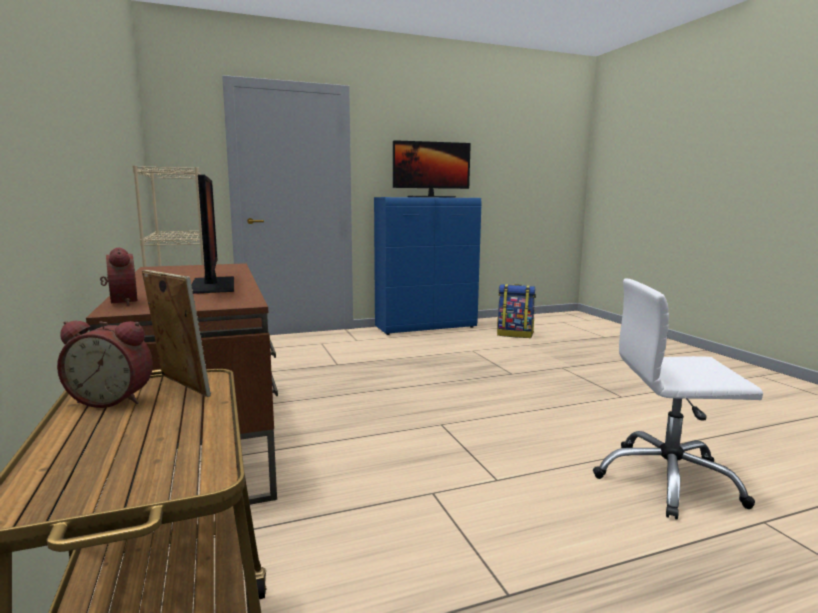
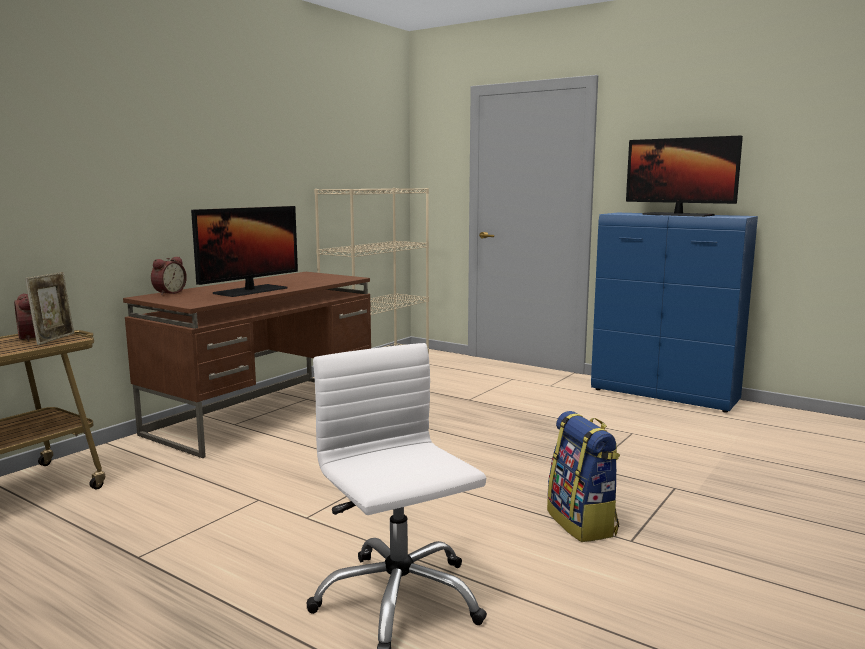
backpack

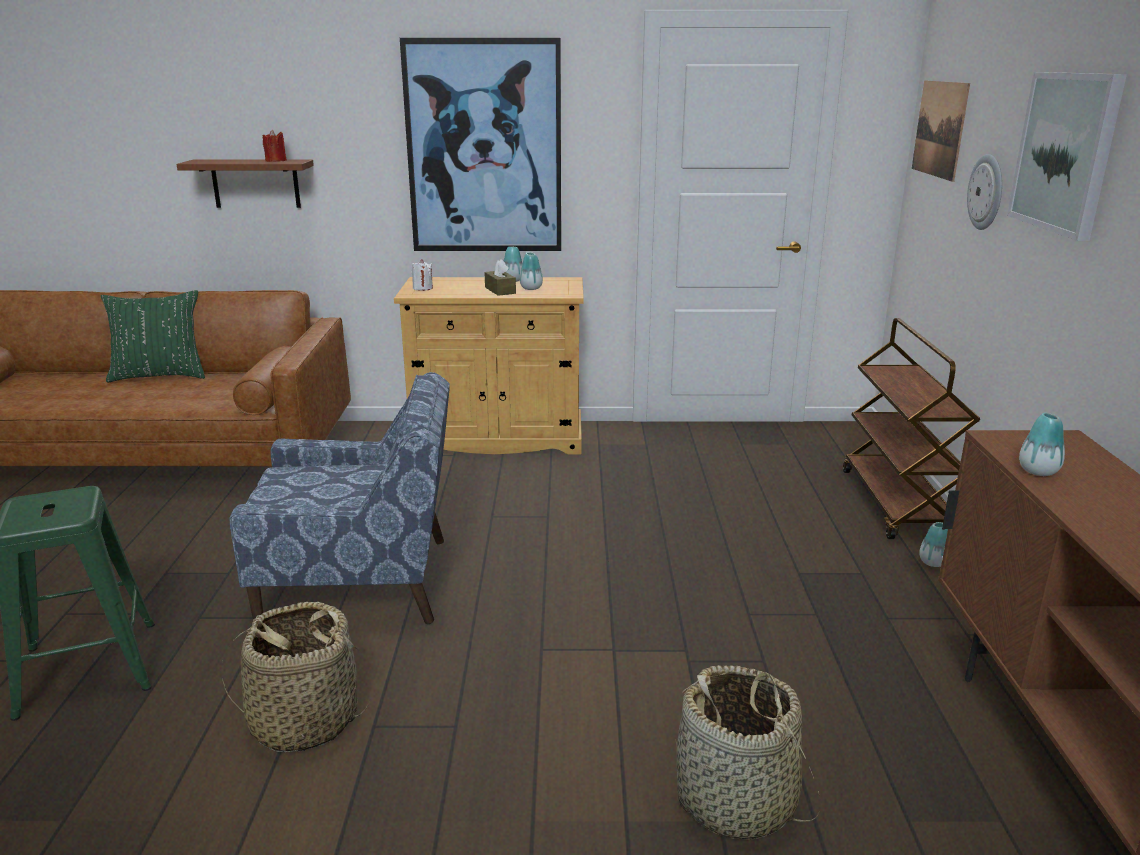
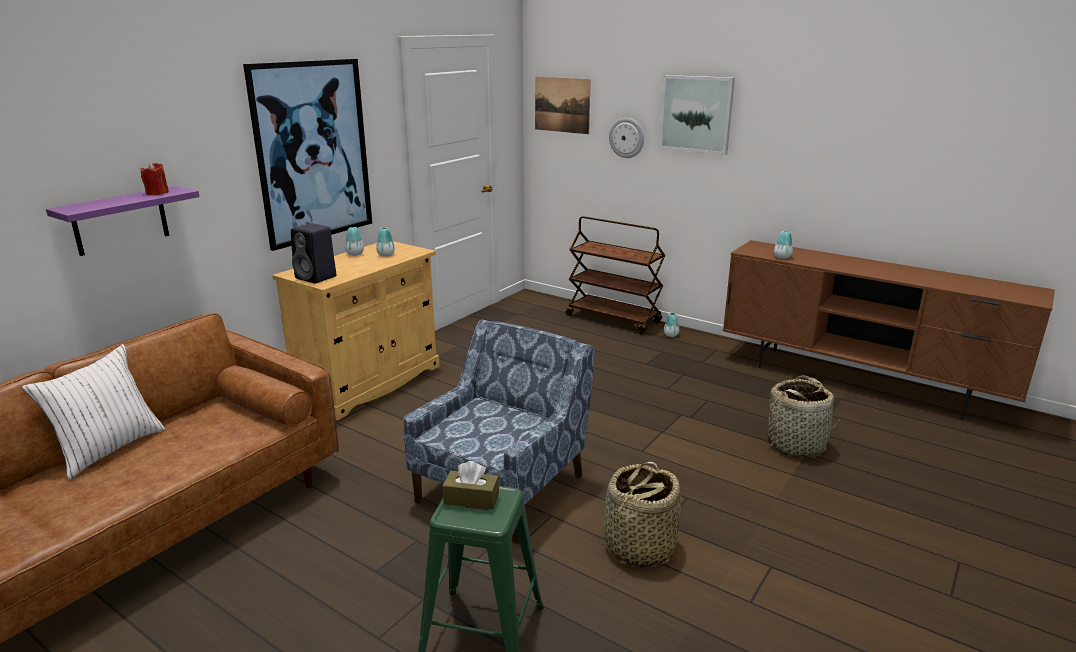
brown_tissue_holder; black-coloured_loudspeaker; whitish_cushion; purplish_shelf

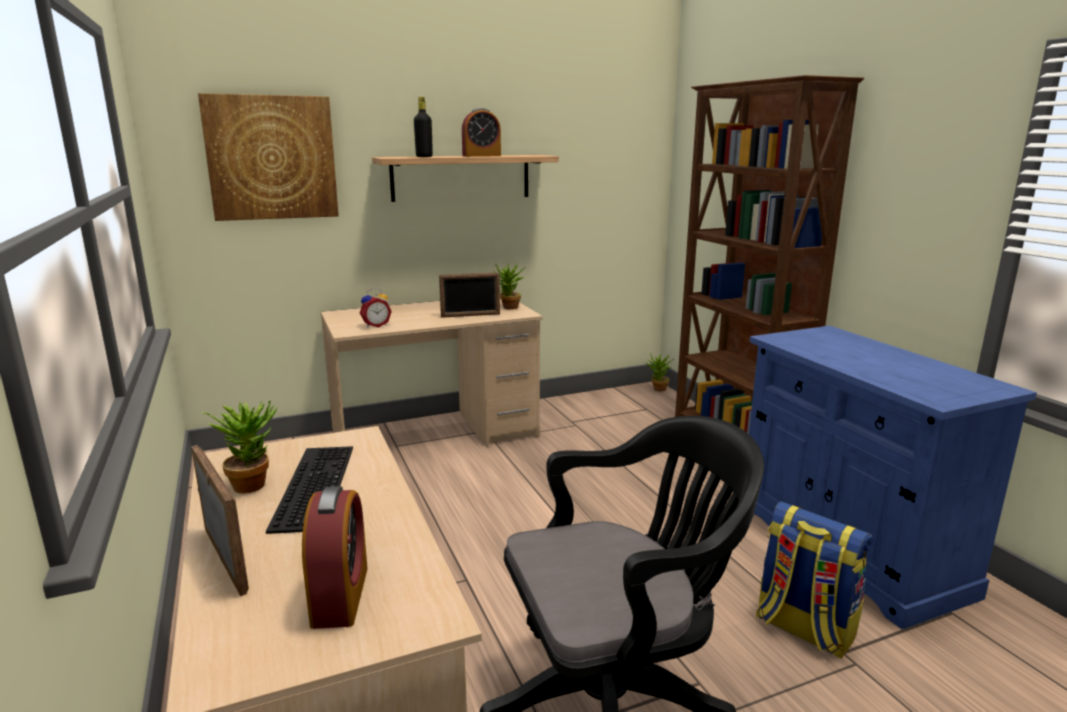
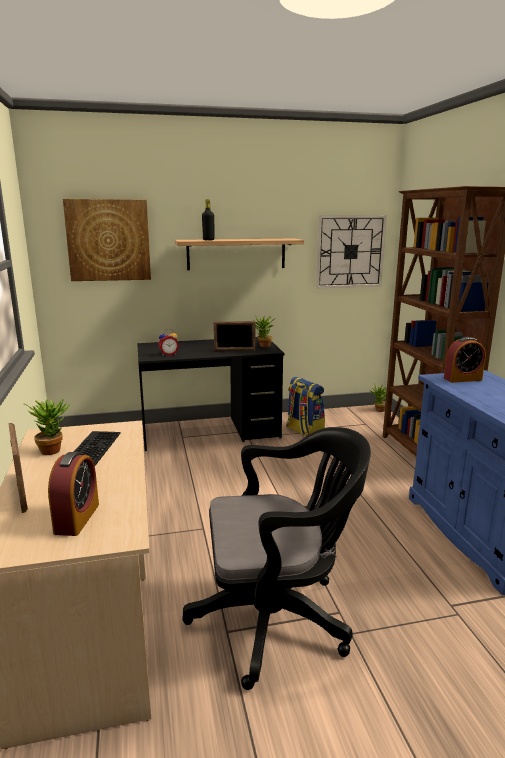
wall_clock; alarm_clock (3rd from left); backpack; black-coloured_desk_table

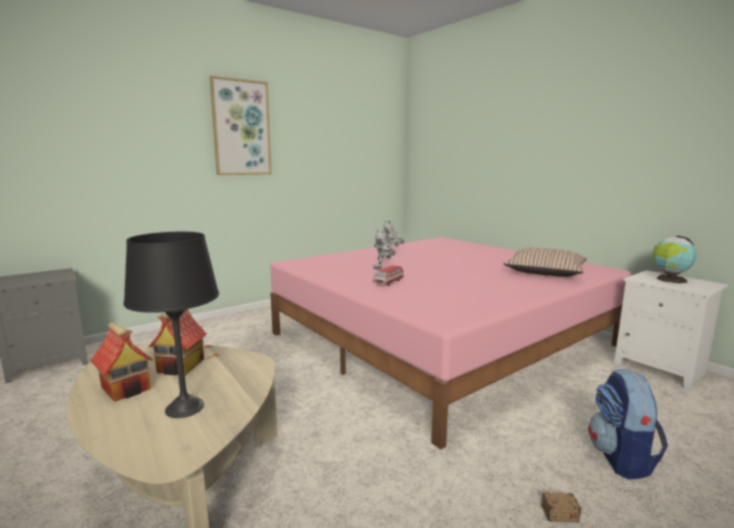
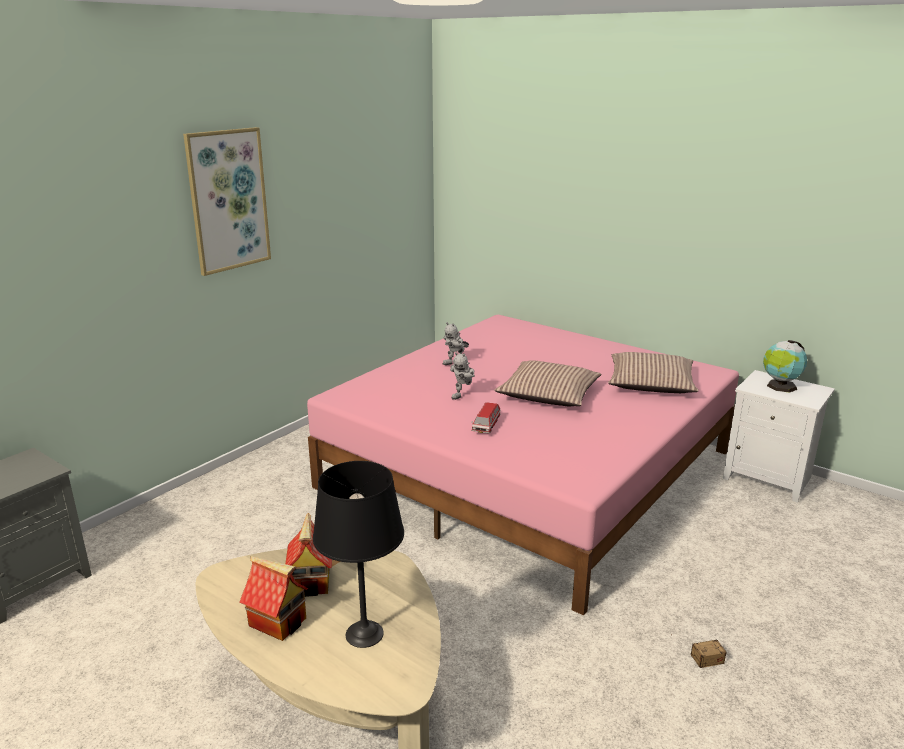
backpack; cushion (1st from left)

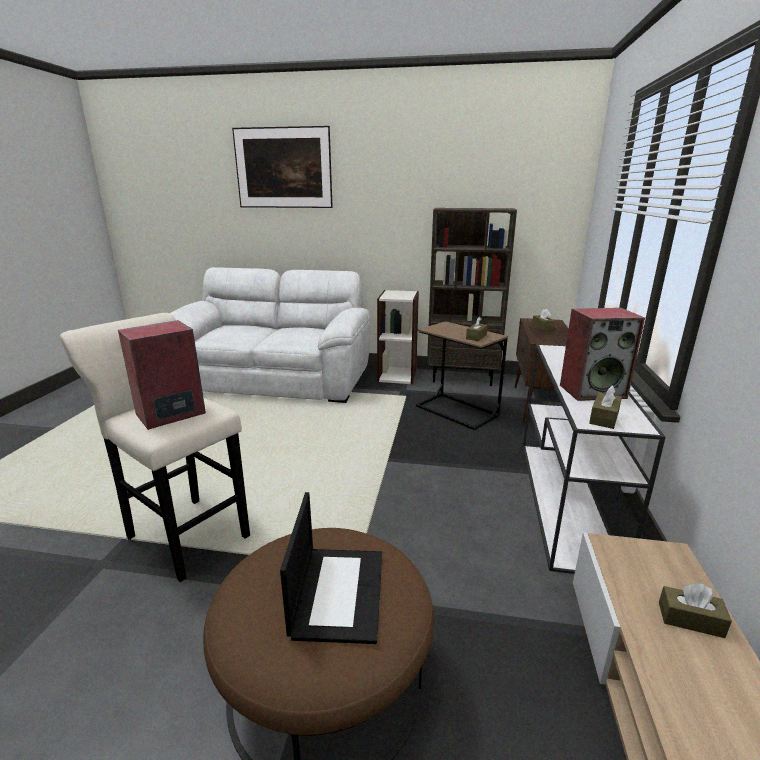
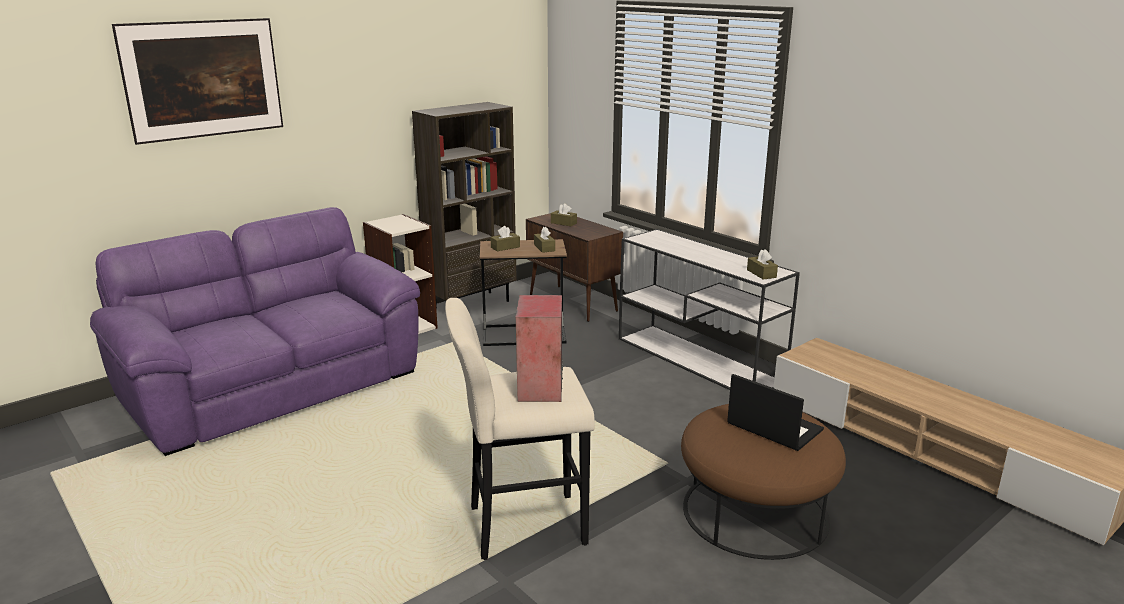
loudspeaker (2nd from left in the first image); brown_tissue_holder (1st from left); purplish_sofa

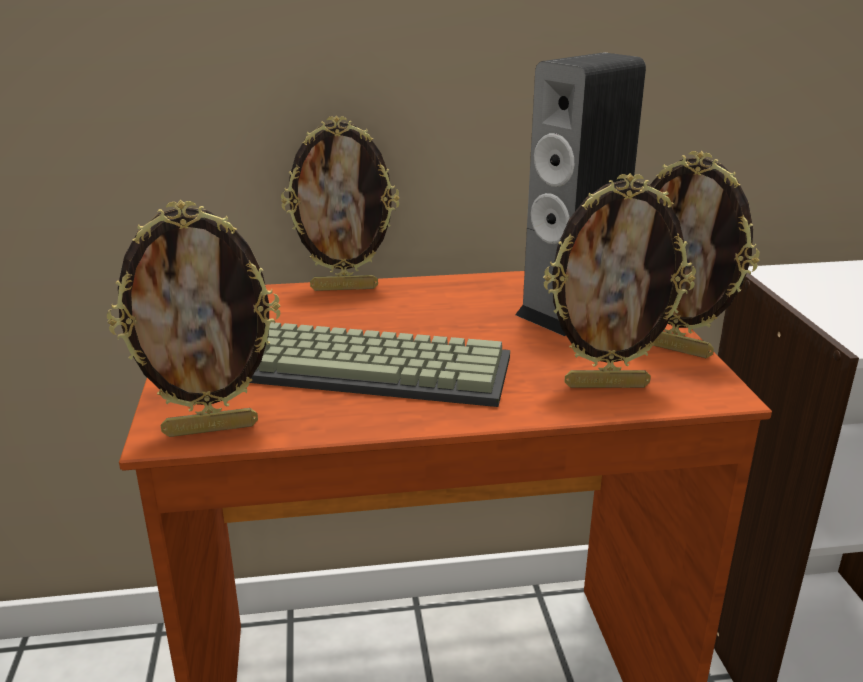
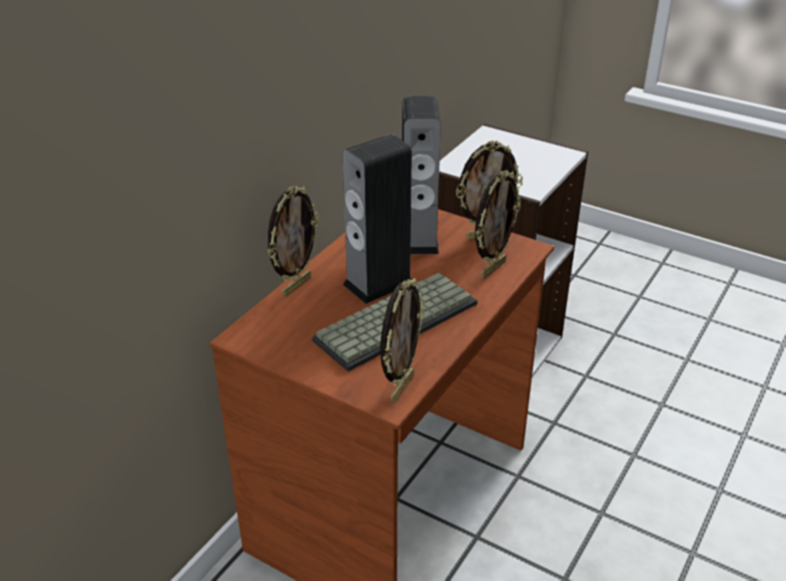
loudspeaker (1st from left)

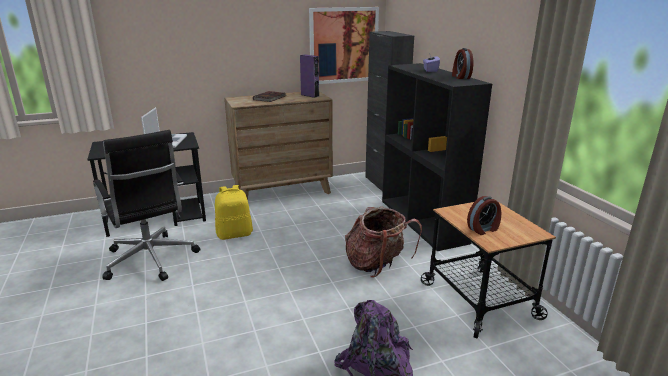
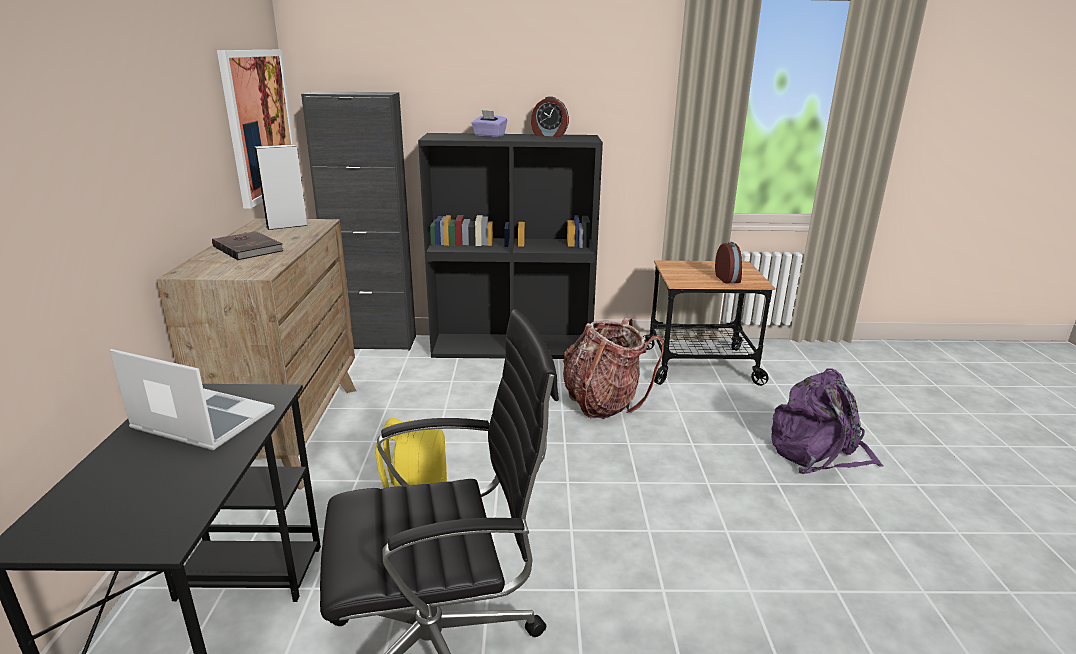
grey_loudspeaker

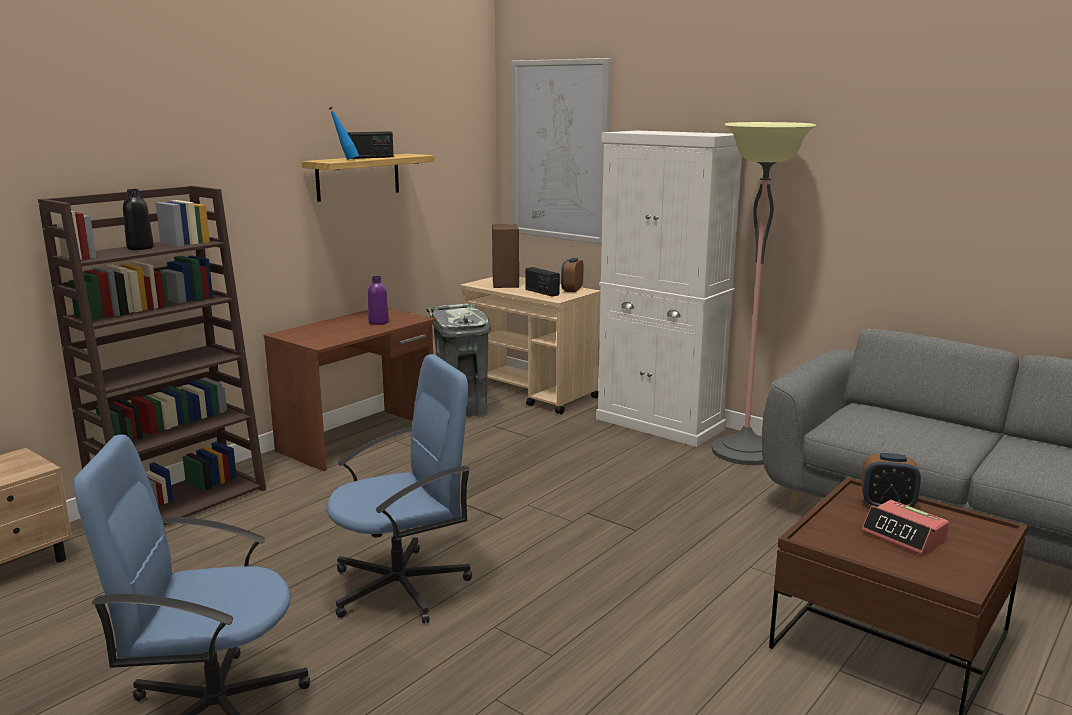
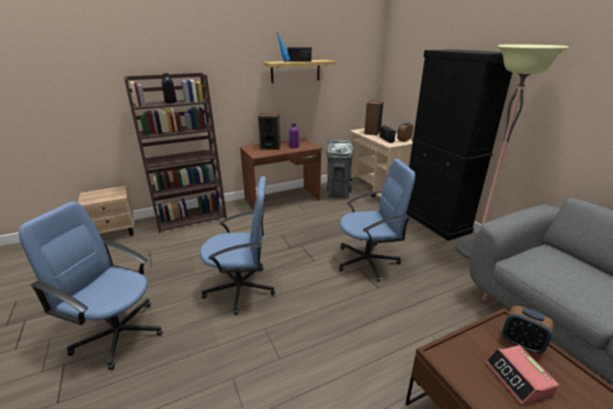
wall_picture; loudspeaker (1st from left); blue_office_chair (3rd from left); black-coloured_storage_cabinet

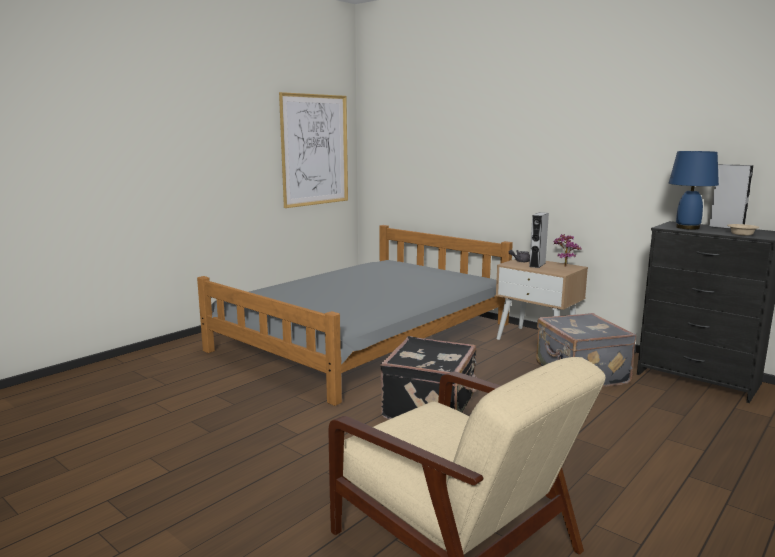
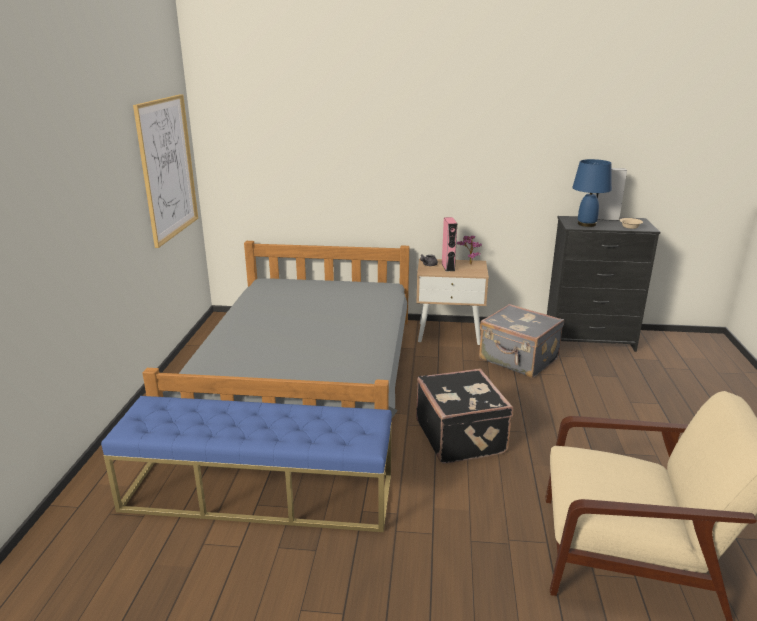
blue_long_seat; pink-coloured_loudspeaker

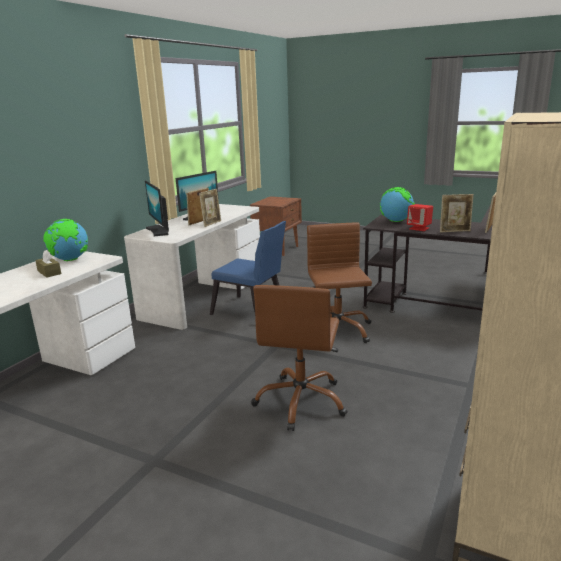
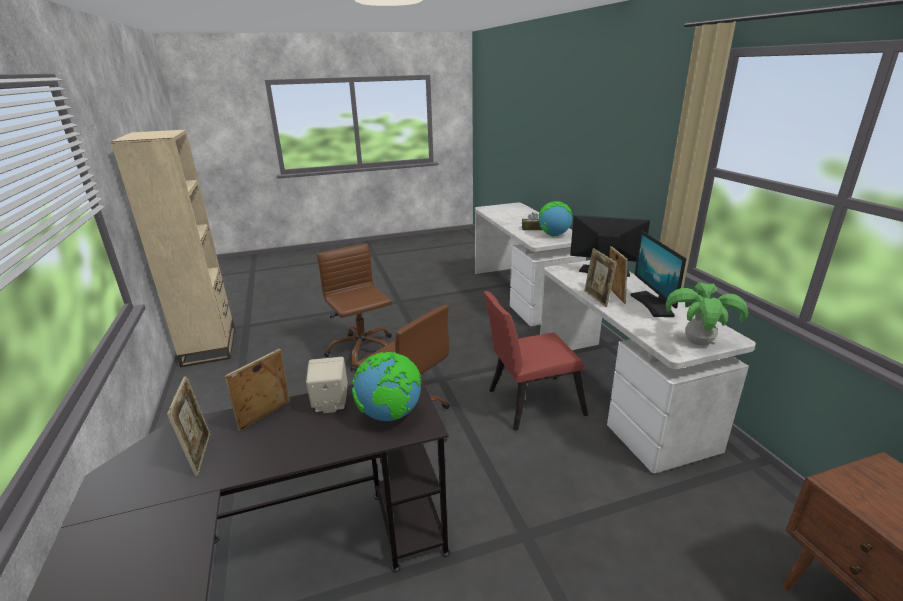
potted_plant; reddish_chair; beige_loudspeaker

